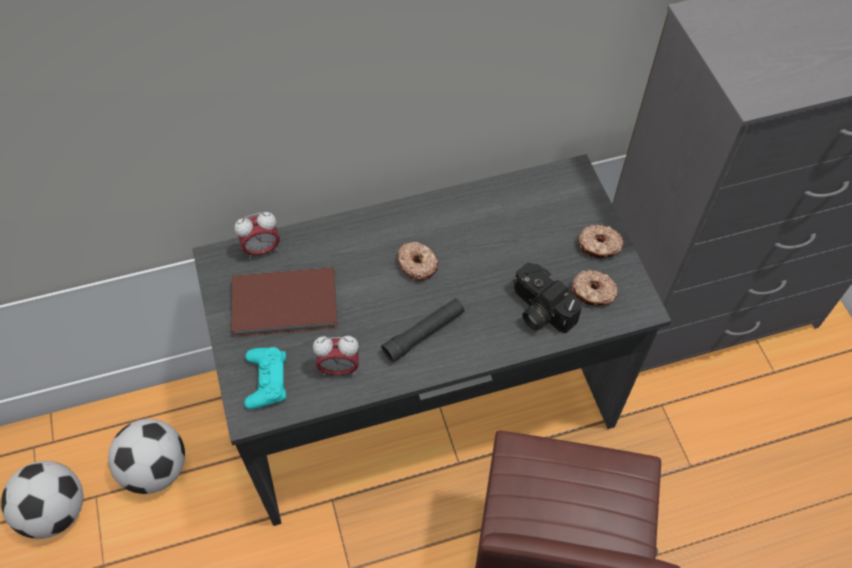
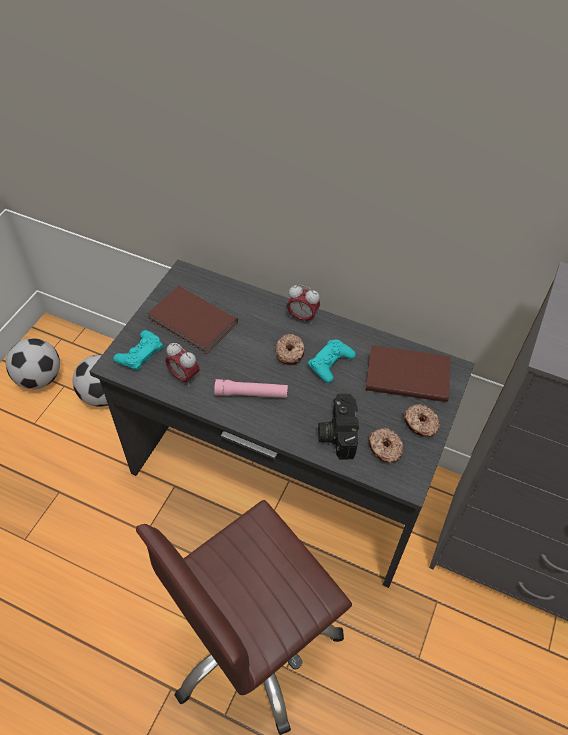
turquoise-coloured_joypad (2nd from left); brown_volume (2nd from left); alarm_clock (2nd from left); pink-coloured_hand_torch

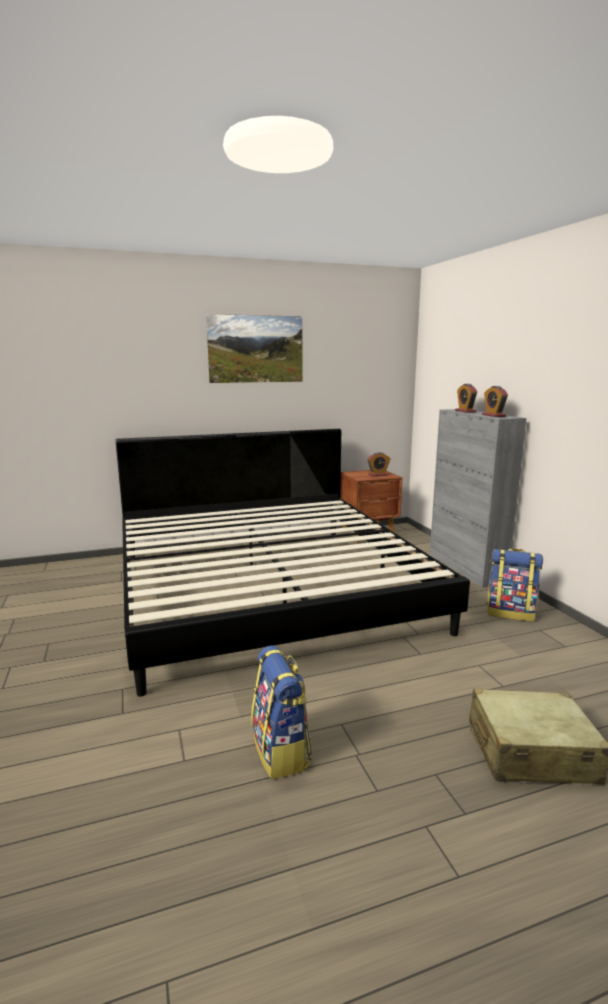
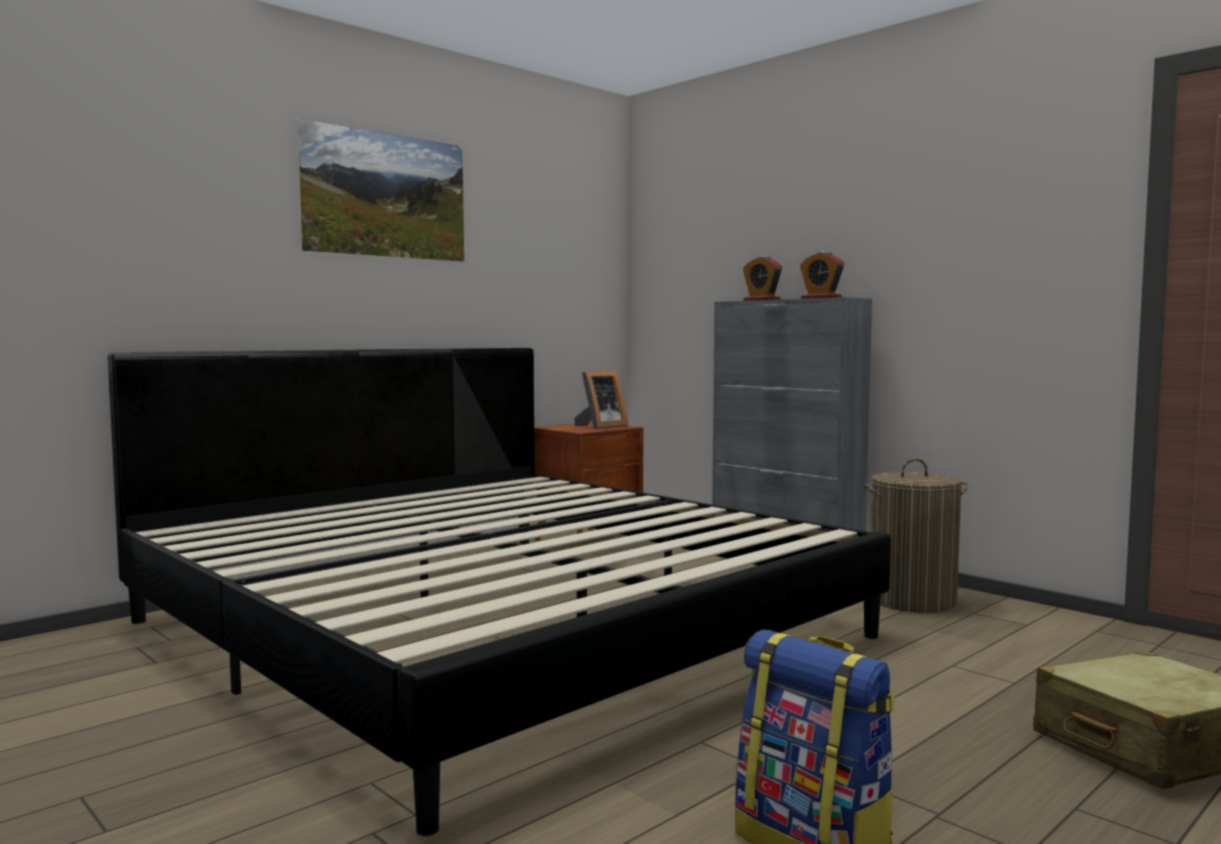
standing_frame; washing_basket

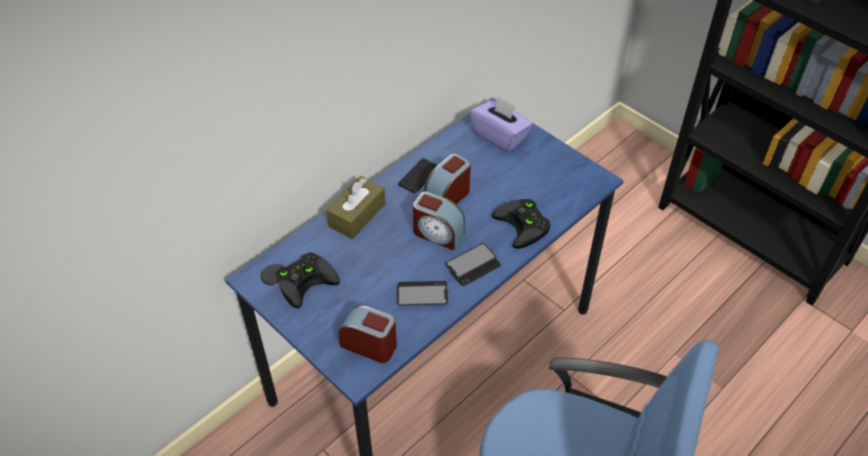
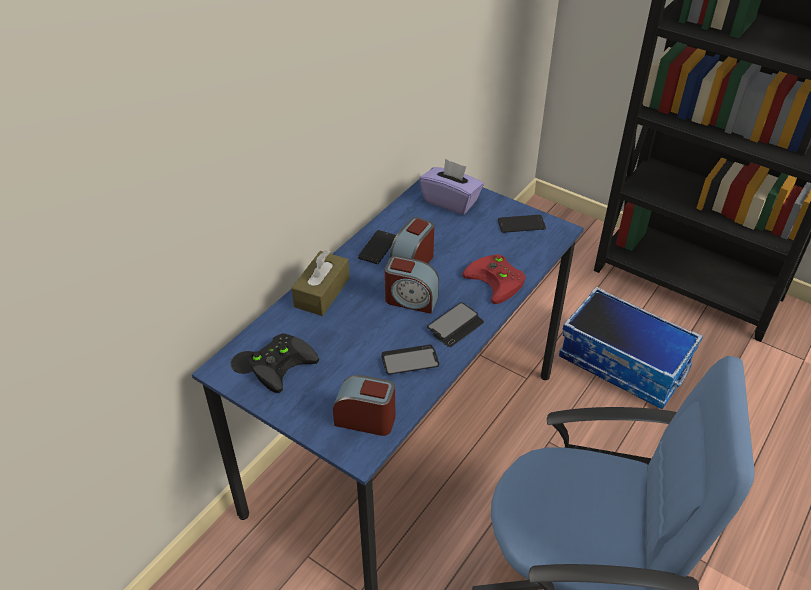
handset (4th from left); storage_box; reddish_joypad

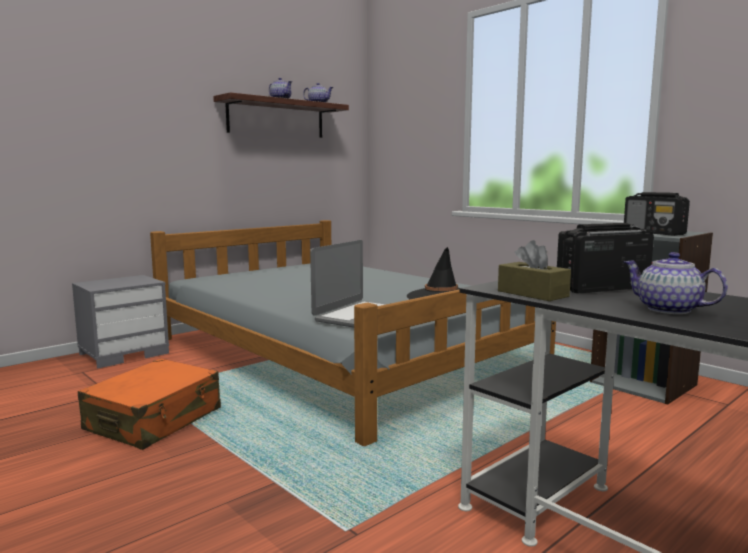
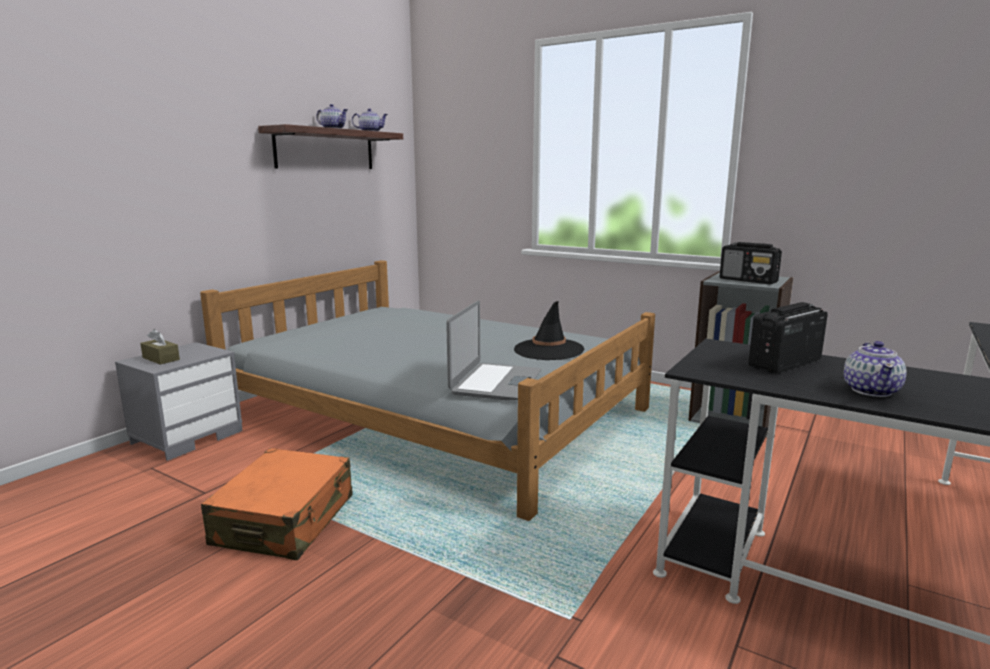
brown_tissue_holder; teapot (3rd from left)

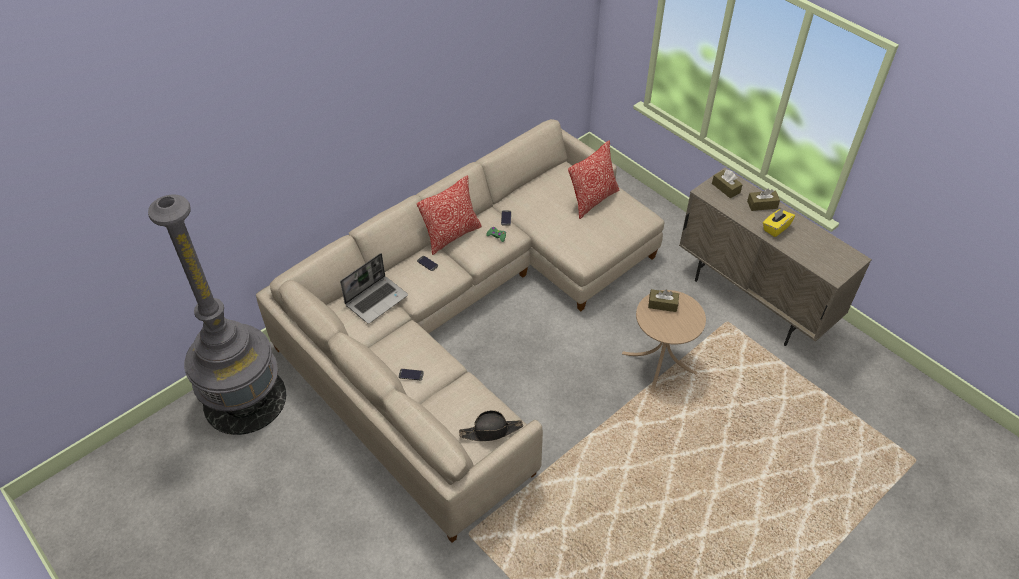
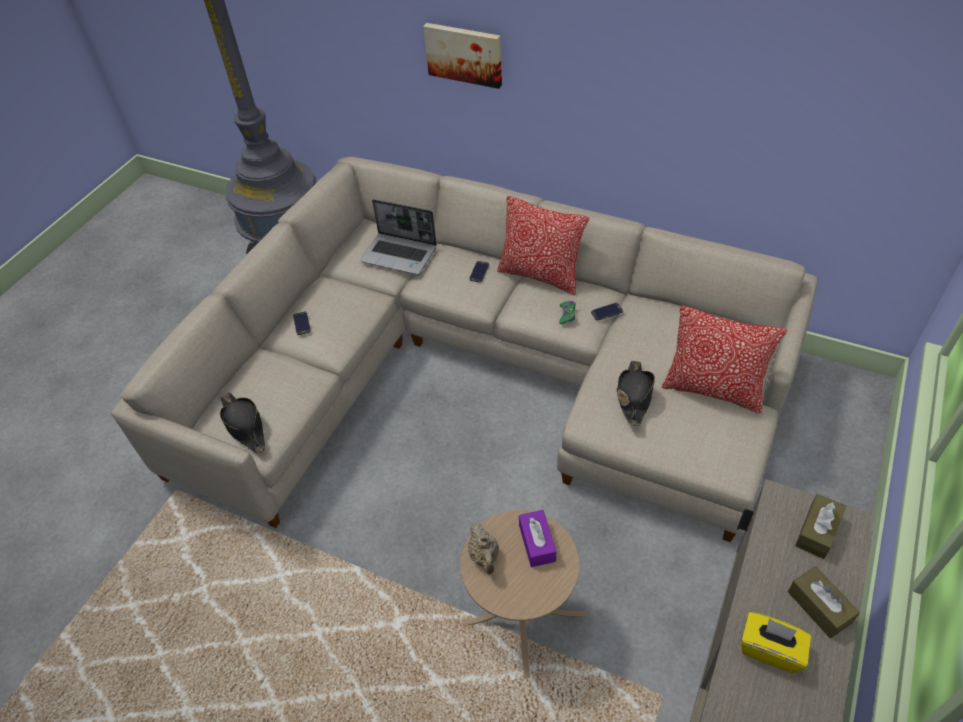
wall_picture; beige_teapot; black-coloured_hat (2nd from left); purplish_tissue_holder

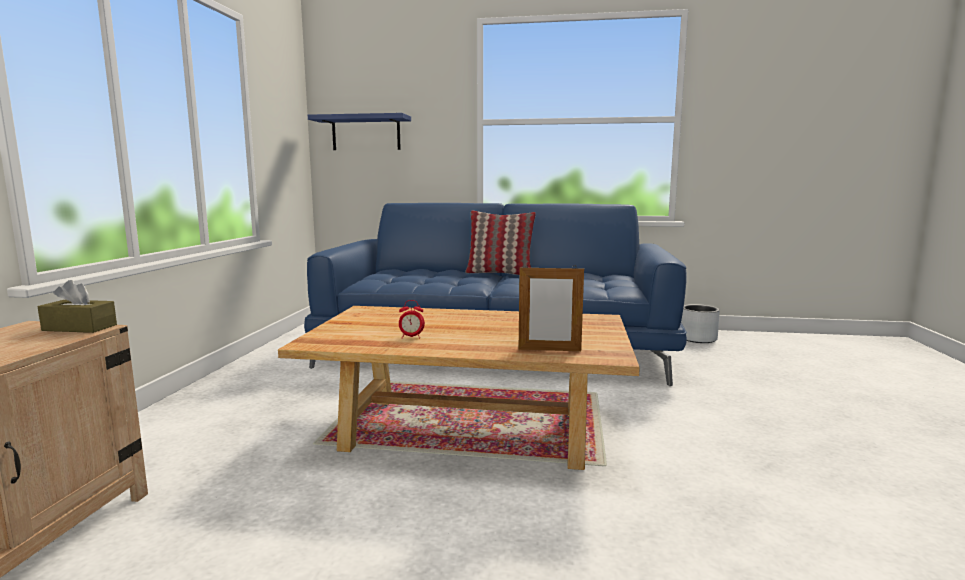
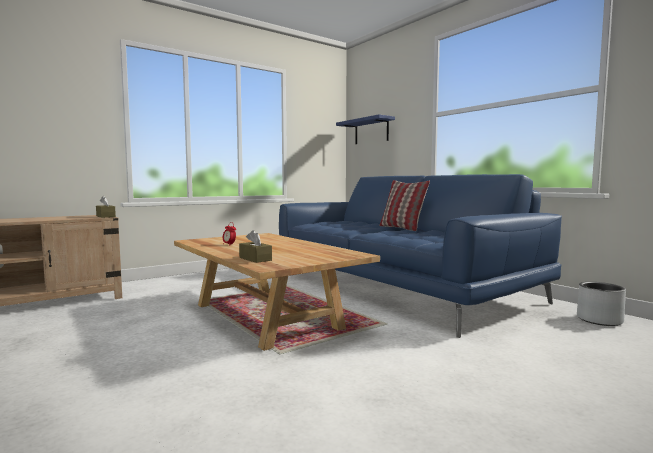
brown_tissue_holder (2nd from left)

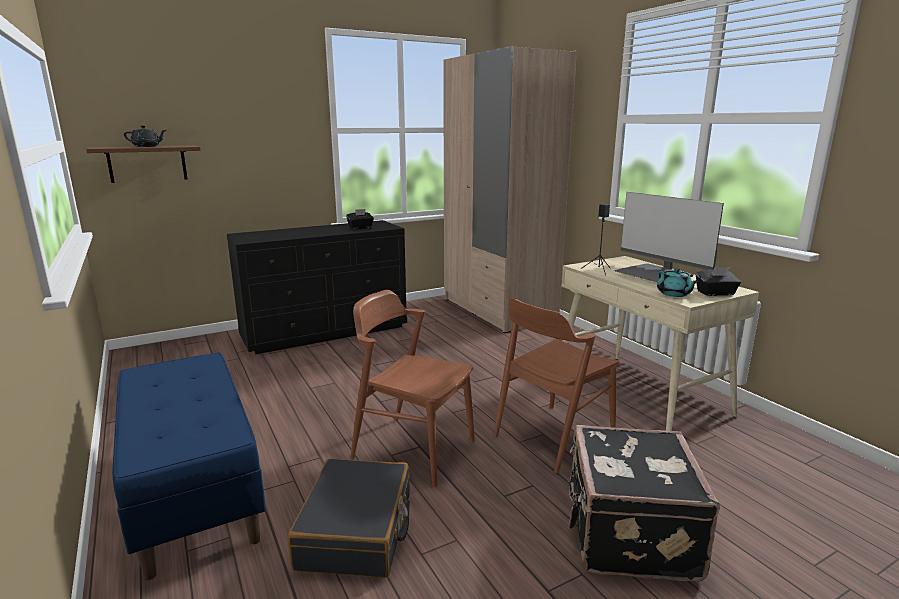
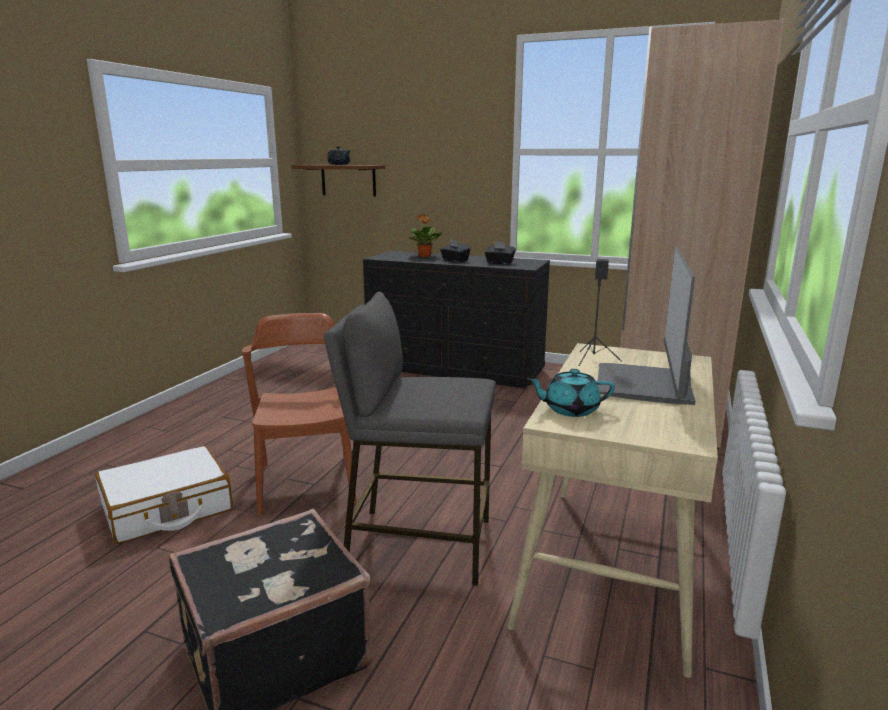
blue_long_seat; potted_plant; black-coloured_tissue_holder (1st from left); grey_stool_seat; whitish_suitcase; turquoise-coloured_teapot

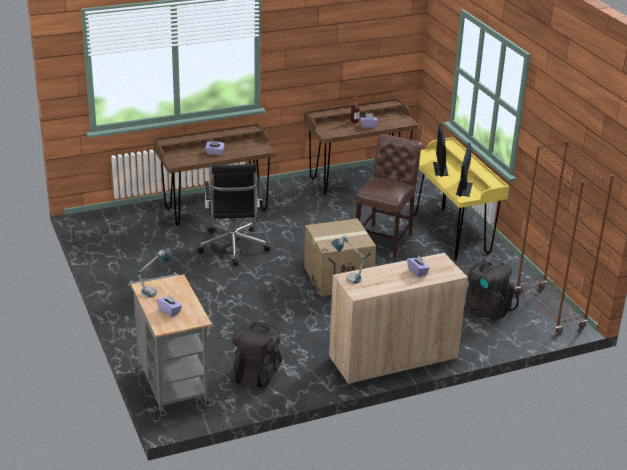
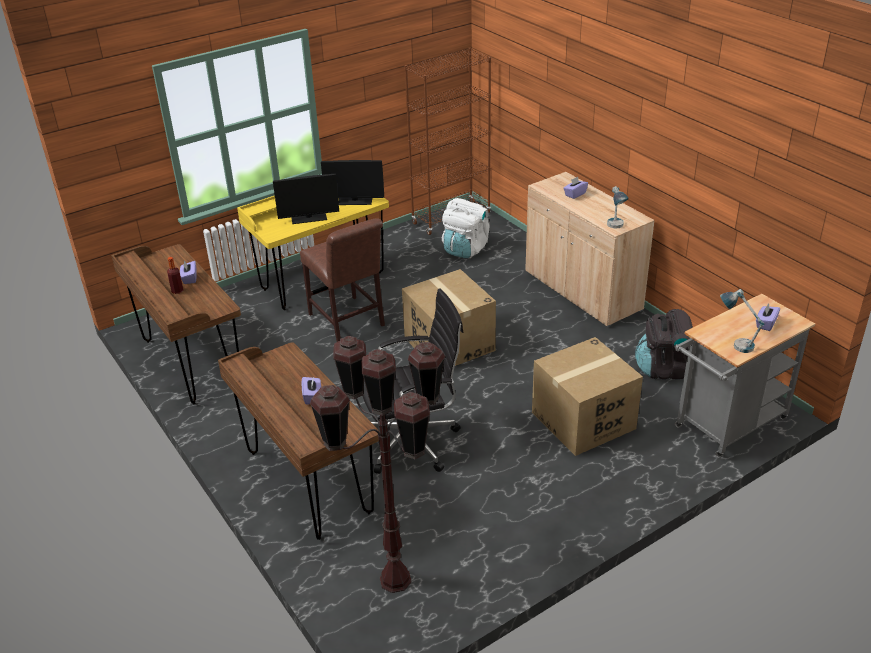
brown_floor_lamp; carton (2nd from left); whitish_backpack; brown_chair

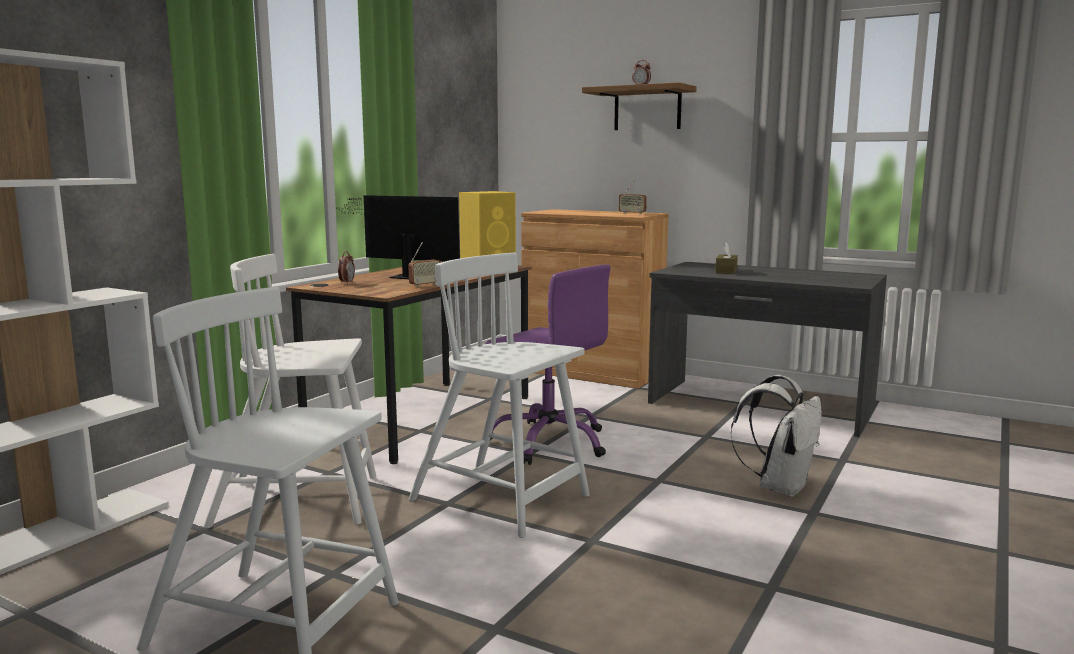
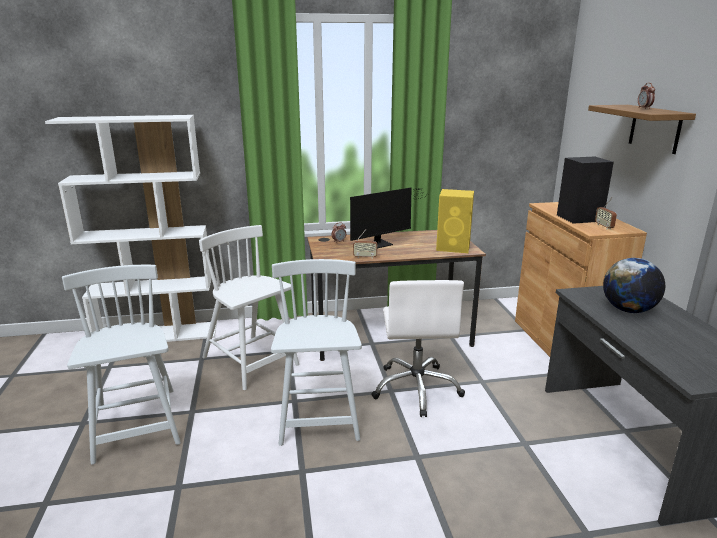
whitish_backpack; black-coloured_loudspeaker; world_globe; whitish_office_chair; computer_display

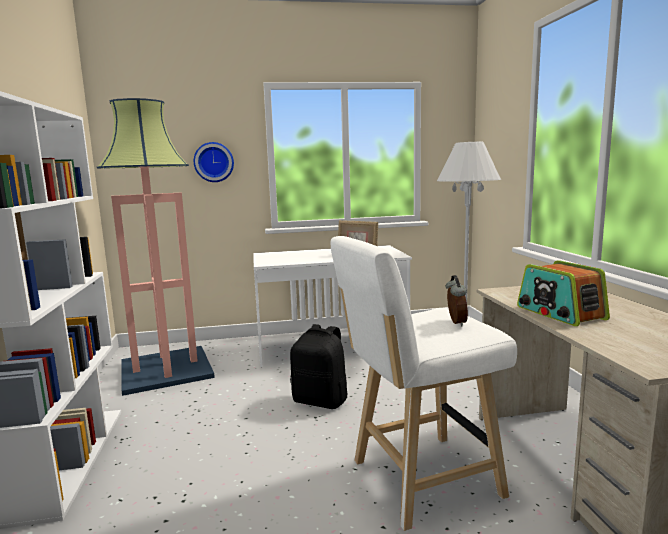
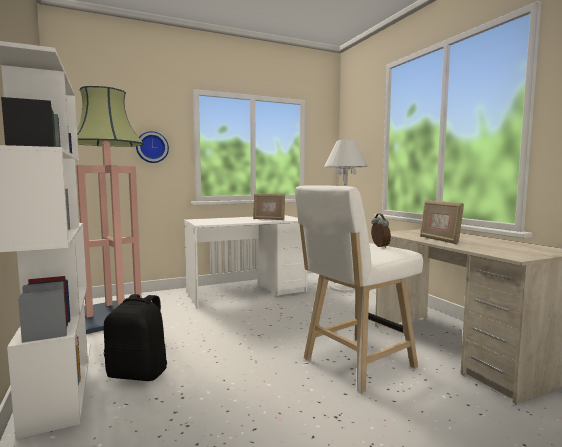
black-coloured_backpack; standing_frame (2nd from left)

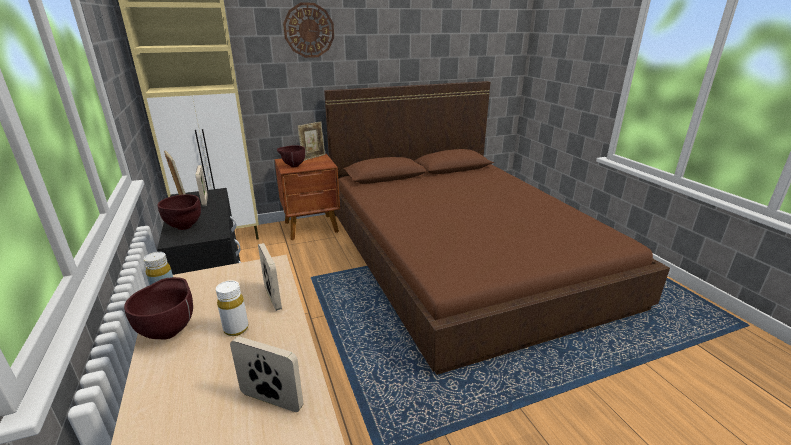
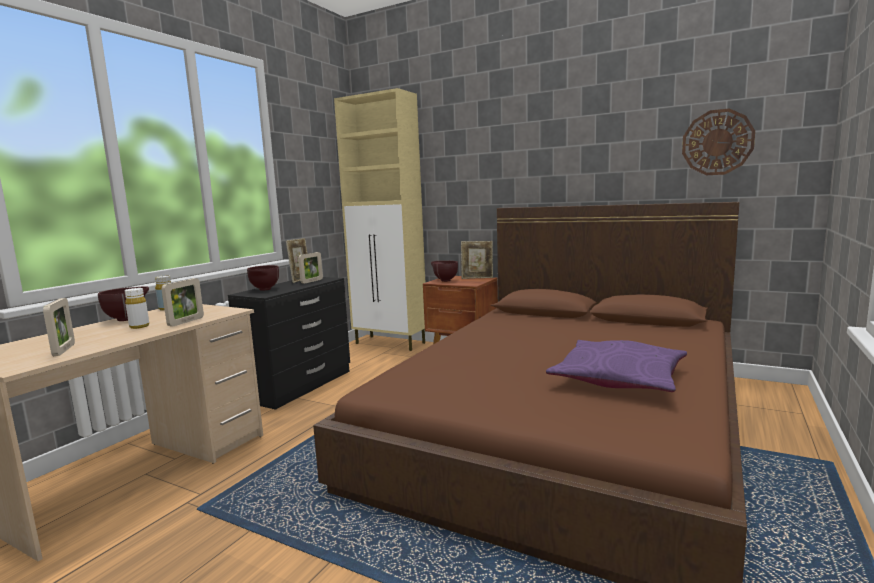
purplish_cushion; wall_clock

